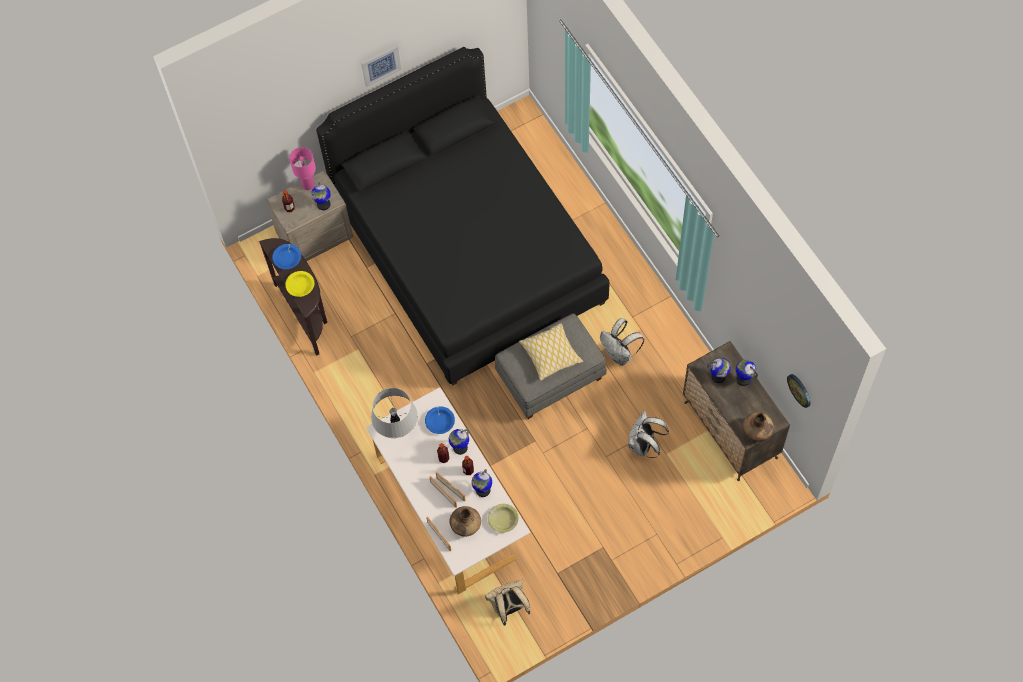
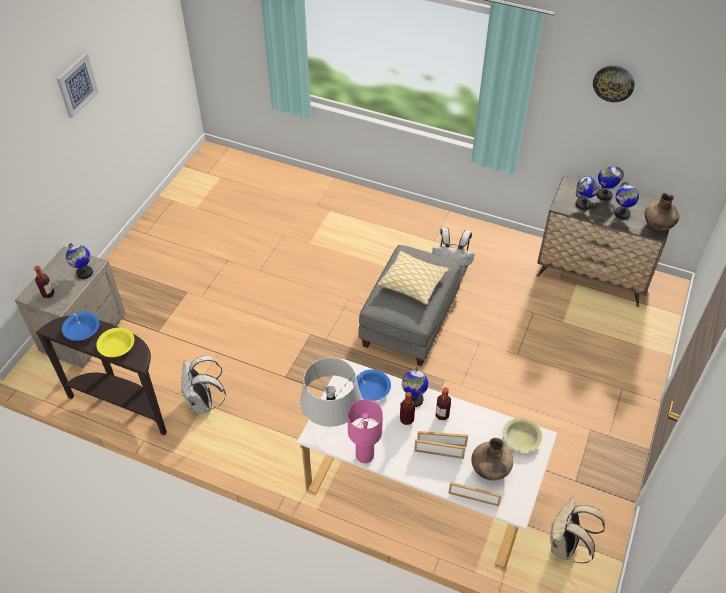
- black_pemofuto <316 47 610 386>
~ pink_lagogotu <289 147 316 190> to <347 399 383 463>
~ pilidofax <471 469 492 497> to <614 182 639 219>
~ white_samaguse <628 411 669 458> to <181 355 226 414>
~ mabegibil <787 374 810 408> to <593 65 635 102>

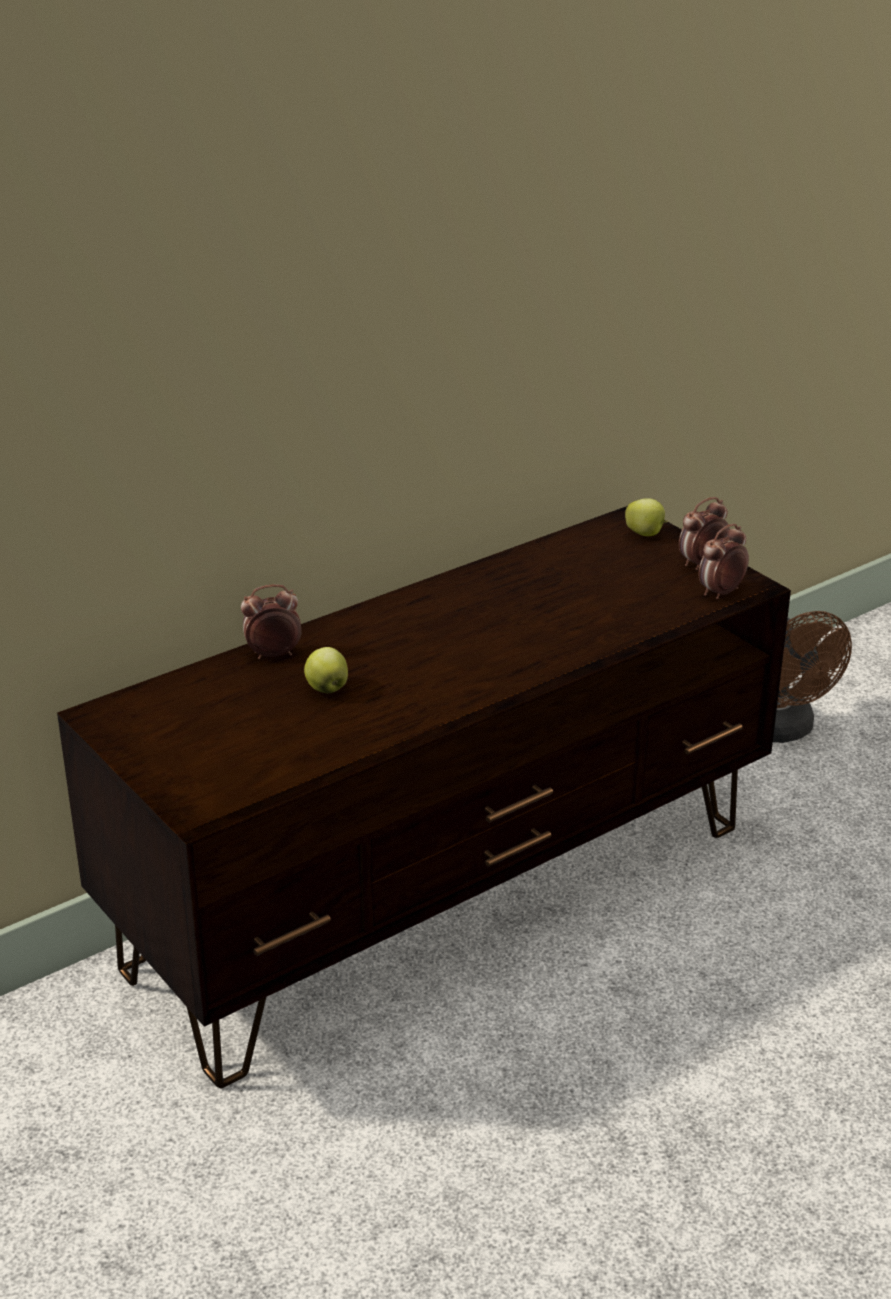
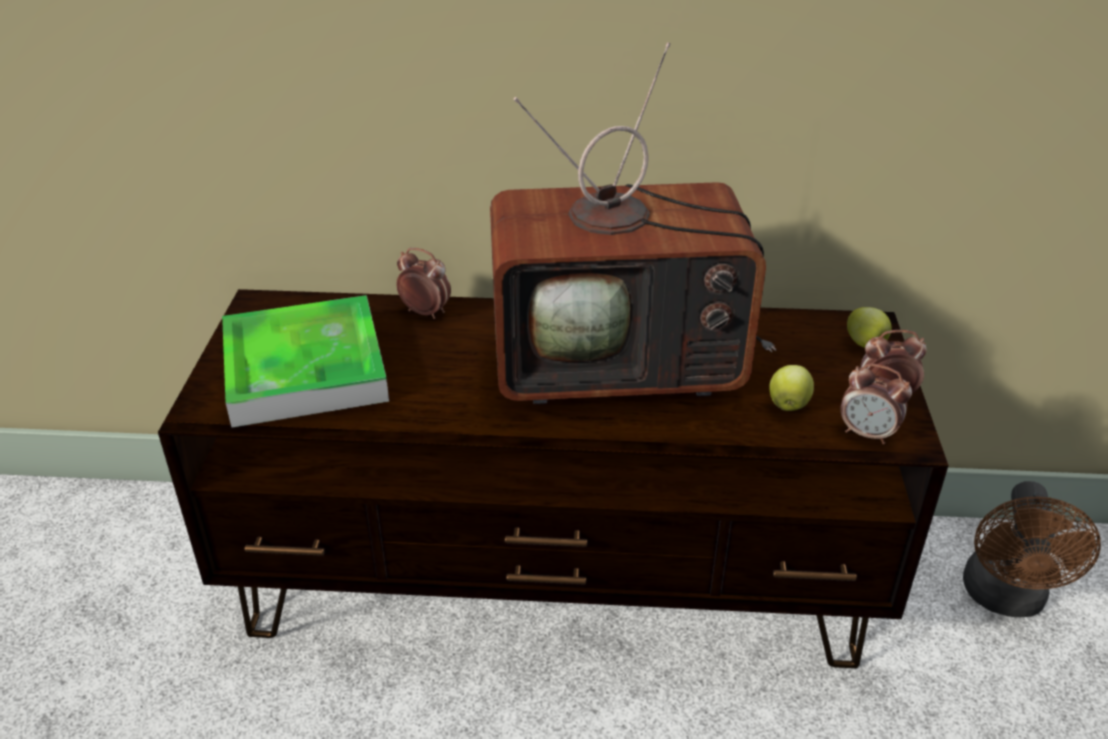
+ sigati <222 295 389 428>
+ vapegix <490 42 777 404>
~ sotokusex <304 647 348 693> to <769 365 814 411>
~ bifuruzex <698 524 749 599> = <841 364 912 444> 150 degrees counterclockwise

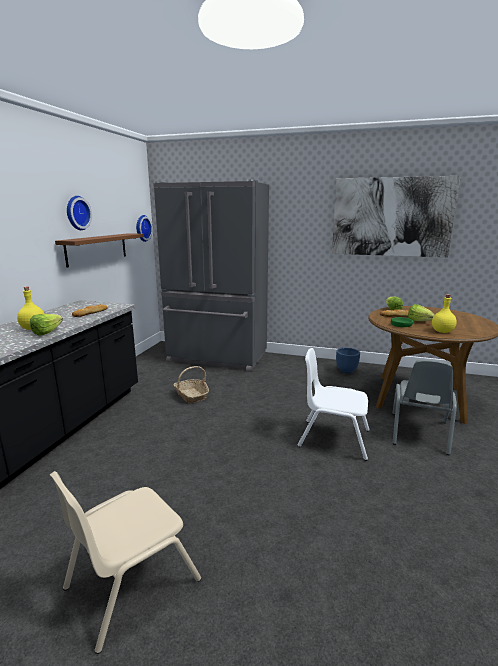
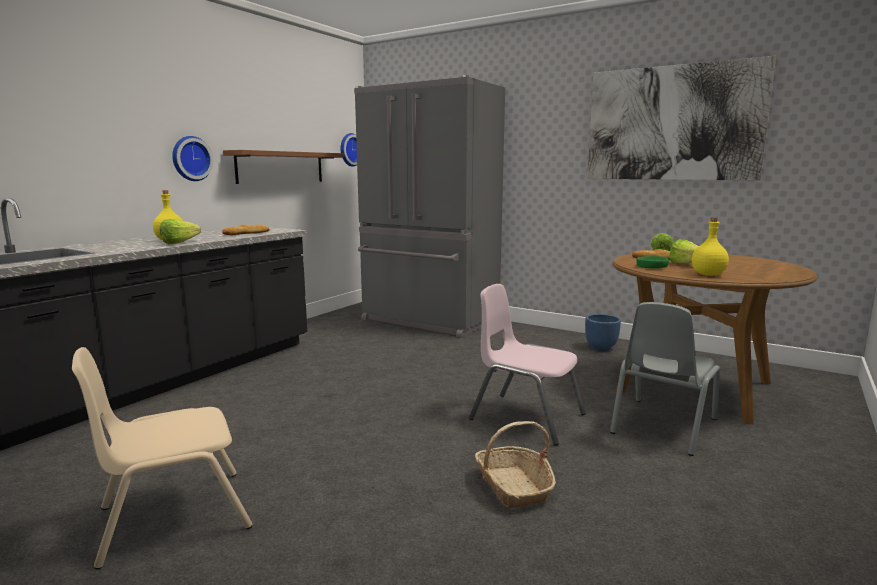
~ mabegibil <67 196 92 230> to <172 136 213 181>
~ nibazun <174 366 209 403> to <475 421 556 508>
~ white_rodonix <297 348 370 461> to pink_rodonix <469 284 586 446>

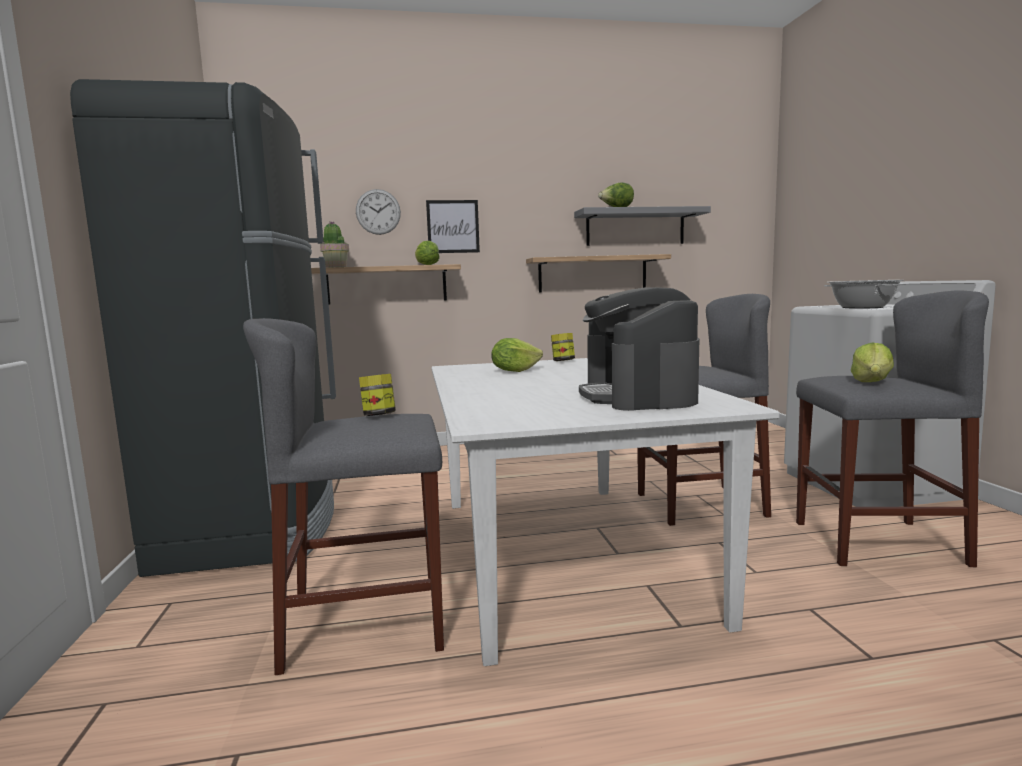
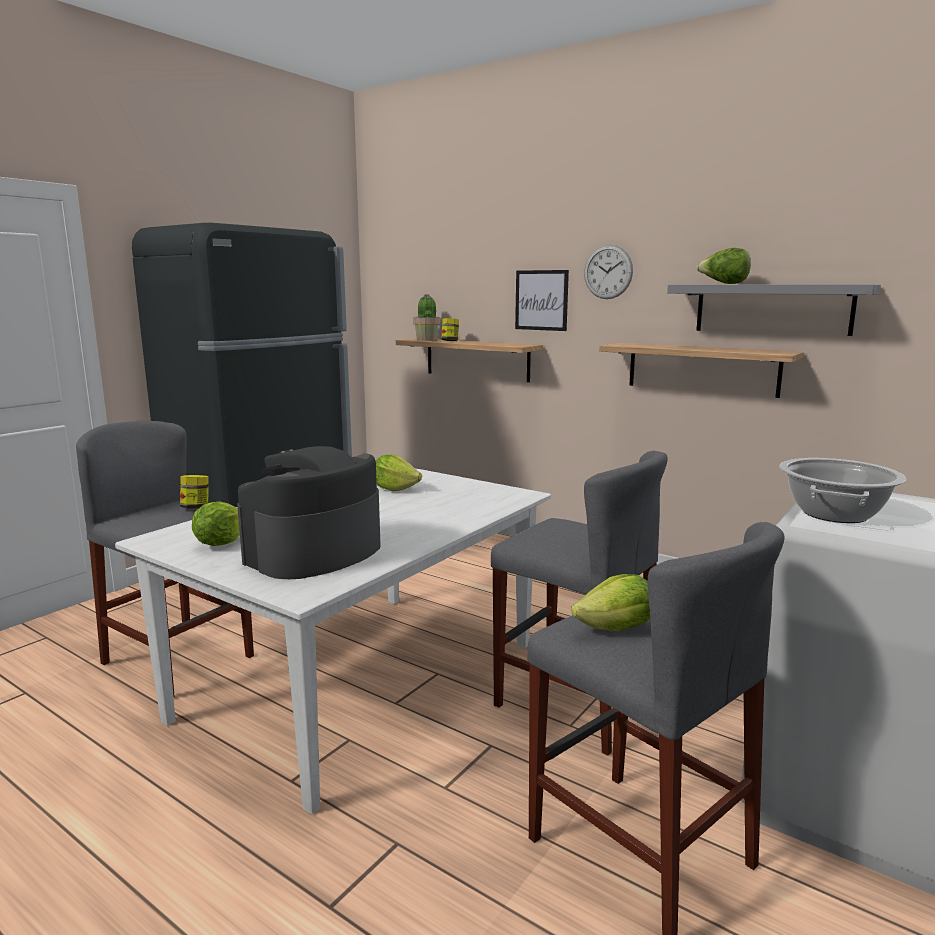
~ mabegibil <356 189 401 235> to <584 245 633 299>
~ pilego <415 241 440 265> to <192 501 240 546>
~ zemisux <551 333 575 361> to <441 318 459 341>

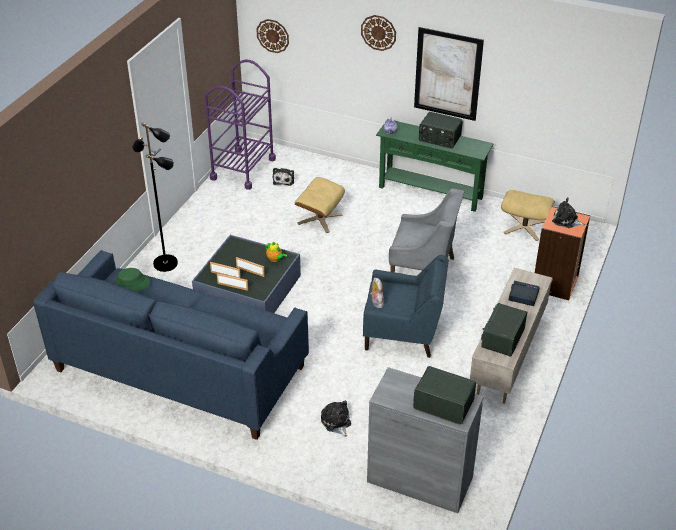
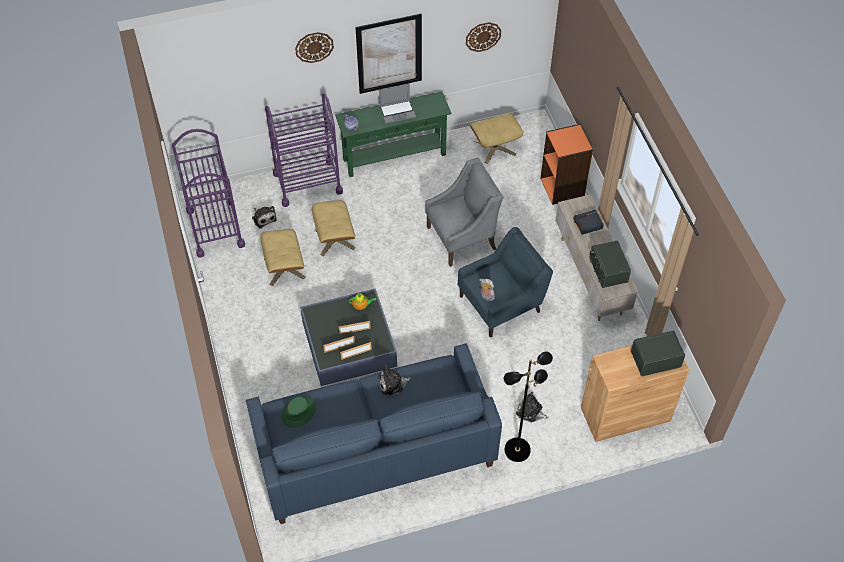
+ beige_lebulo <260 229 306 286>
+ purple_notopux <265 94 343 207>
~ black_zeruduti <132 123 178 272> to <504 351 553 462>
~ mabegibil <256 19 289 53> to <466 22 501 52>
~ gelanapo <552 198 586 228> to <379 365 411 396>
~ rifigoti <419 112 463 149> to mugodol <379 83 416 123>
~ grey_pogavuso <367 367 484 513> to brown_pogavuso <581 345 689 442>

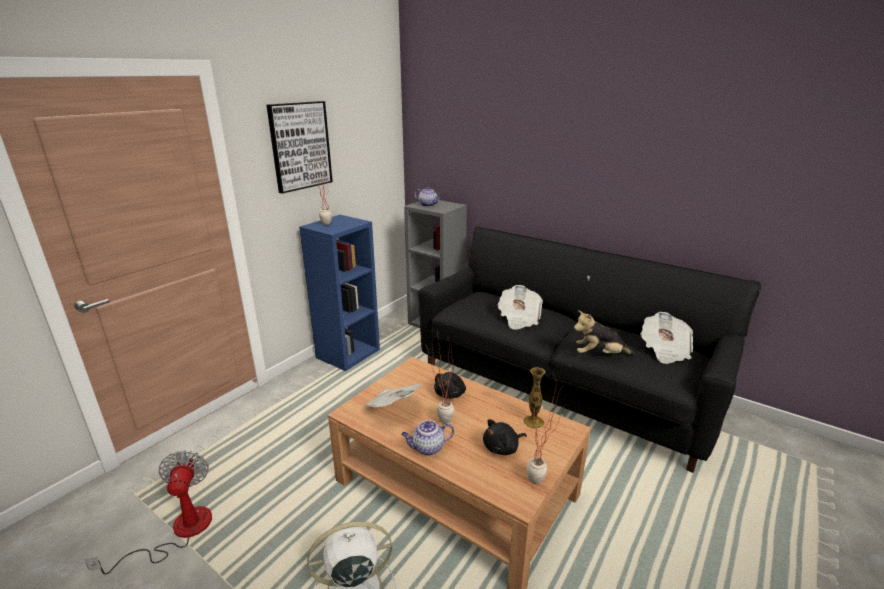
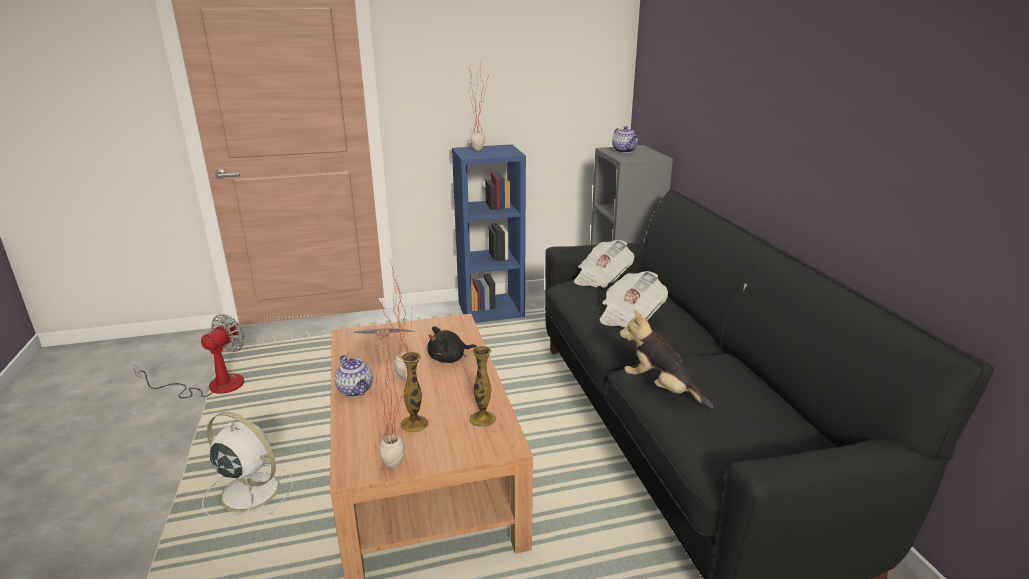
- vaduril <266 101 333 194>
~ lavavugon <641 312 693 364> to <574 240 634 288>
~ black_gelanapo <483 419 527 455> to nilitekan <400 352 428 433>
~ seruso <401 420 454 456> = <334 355 373 397> 150 degrees counterclockwise

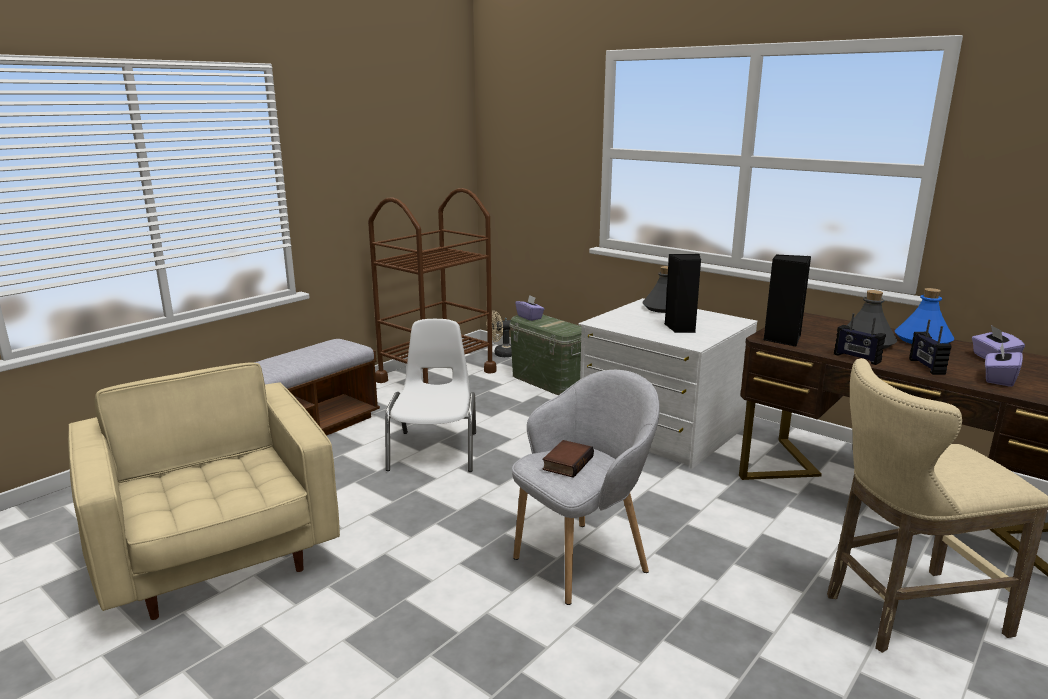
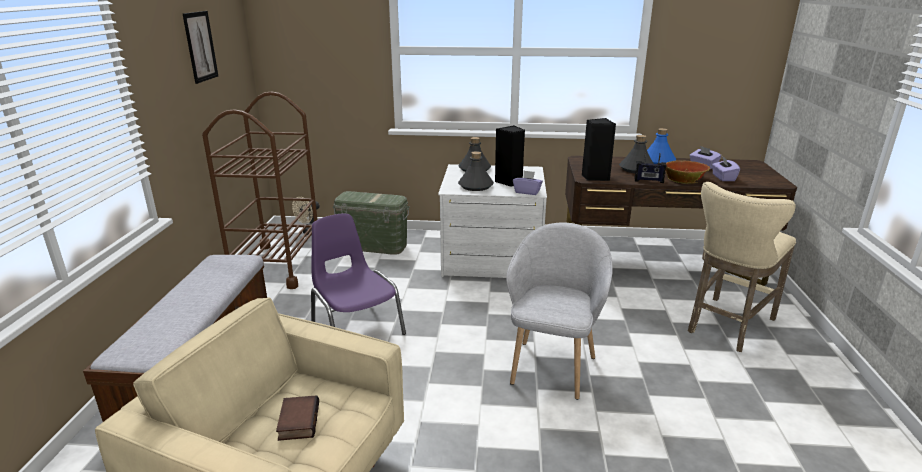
+ vaduril <183 11 218 84>
+ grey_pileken <458 151 494 191>
~ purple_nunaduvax <515 295 545 321> to <513 171 543 195>
~ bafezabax <542 440 594 478> to <276 395 319 441>
~ rifigoti <909 320 952 375> to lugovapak <666 160 710 184>
~ white_rodonix <385 319 476 472> to purple_rodonix <311 213 406 335>

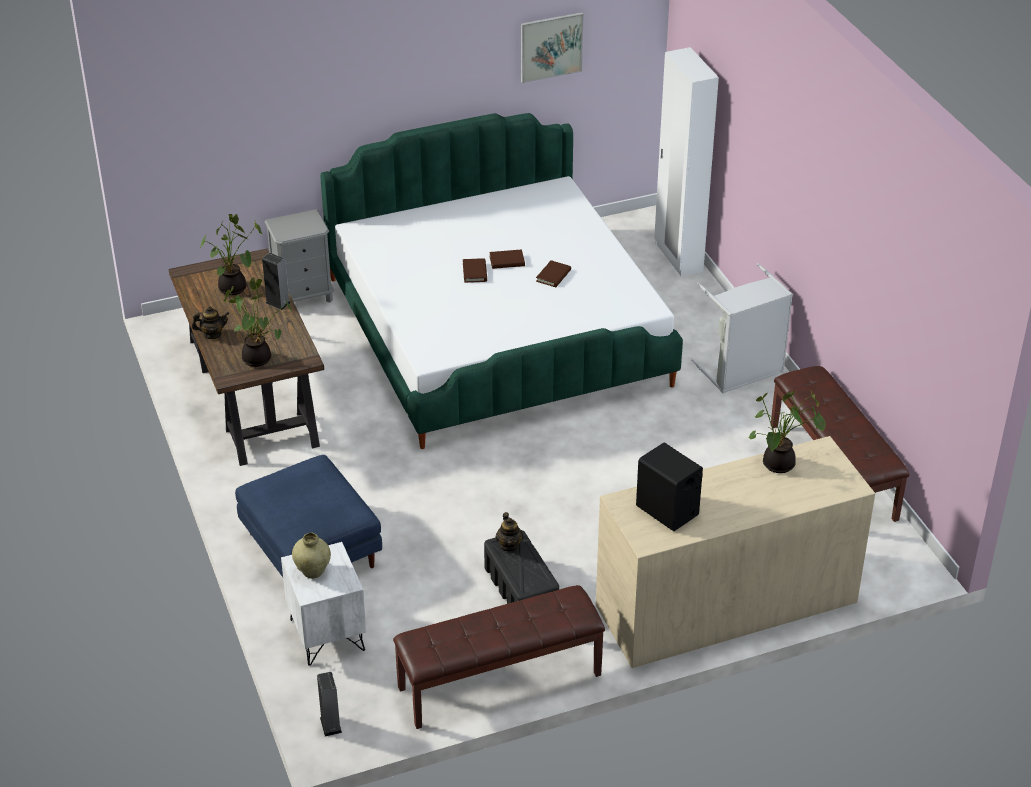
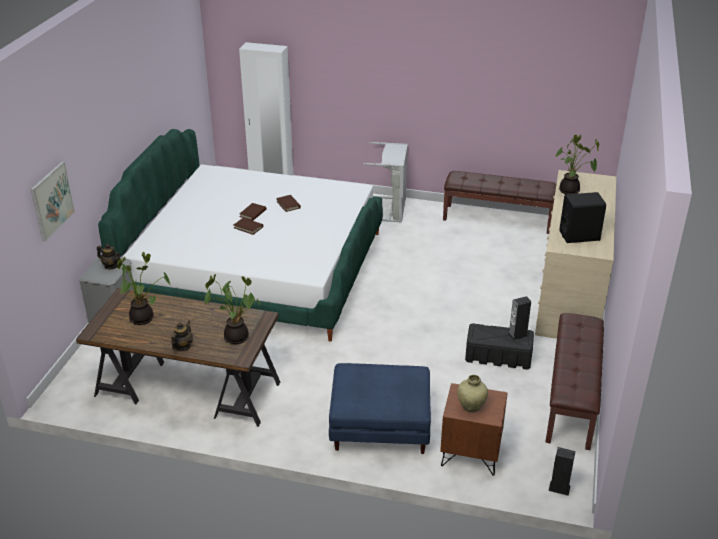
~ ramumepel <262 253 291 310> to <508 296 531 340>
~ seruso <496 512 524 552> to <97 244 121 270>
~ vaduril <521 12 584 83> to <31 162 75 242>
~ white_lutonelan <281 542 366 666> to brown_lutonelan <440 383 508 476>

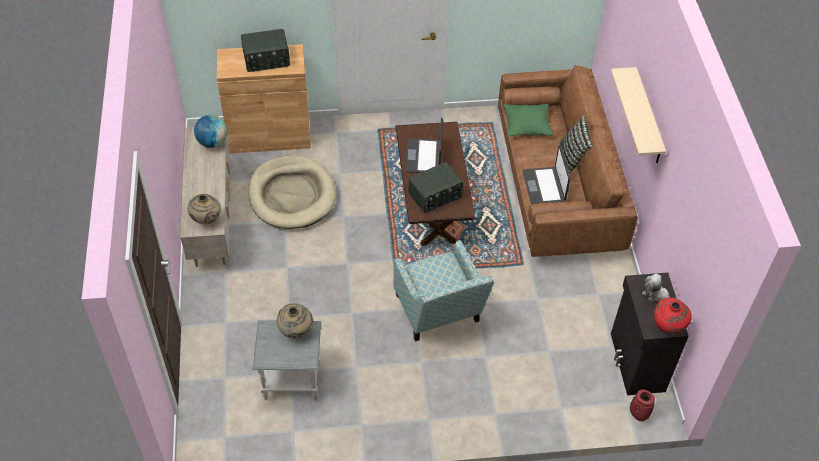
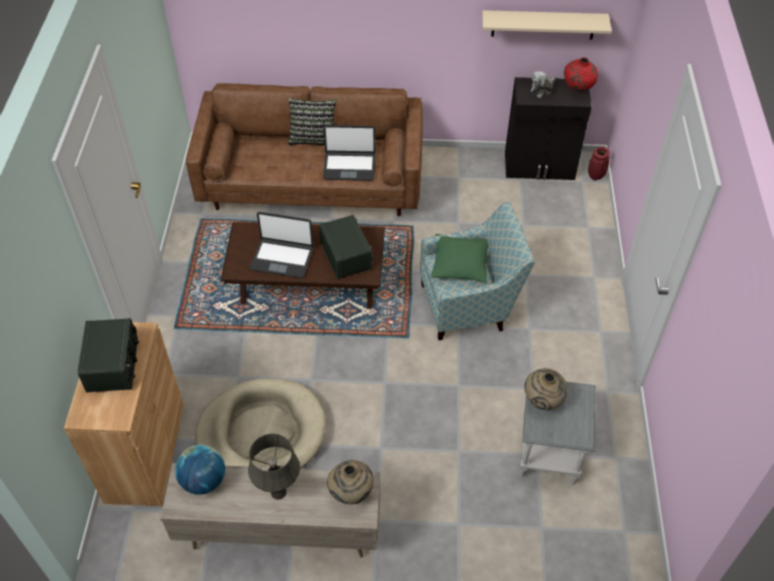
+ grey_lagogotu <248 433 300 500>
~ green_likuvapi <504 104 553 136> to <431 234 489 283>
~ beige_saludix <611 67 666 163> to <482 10 612 39>

